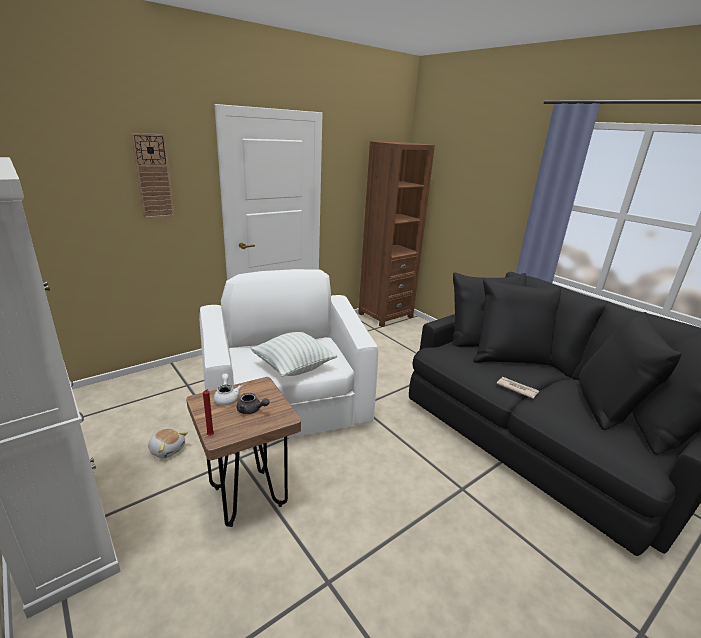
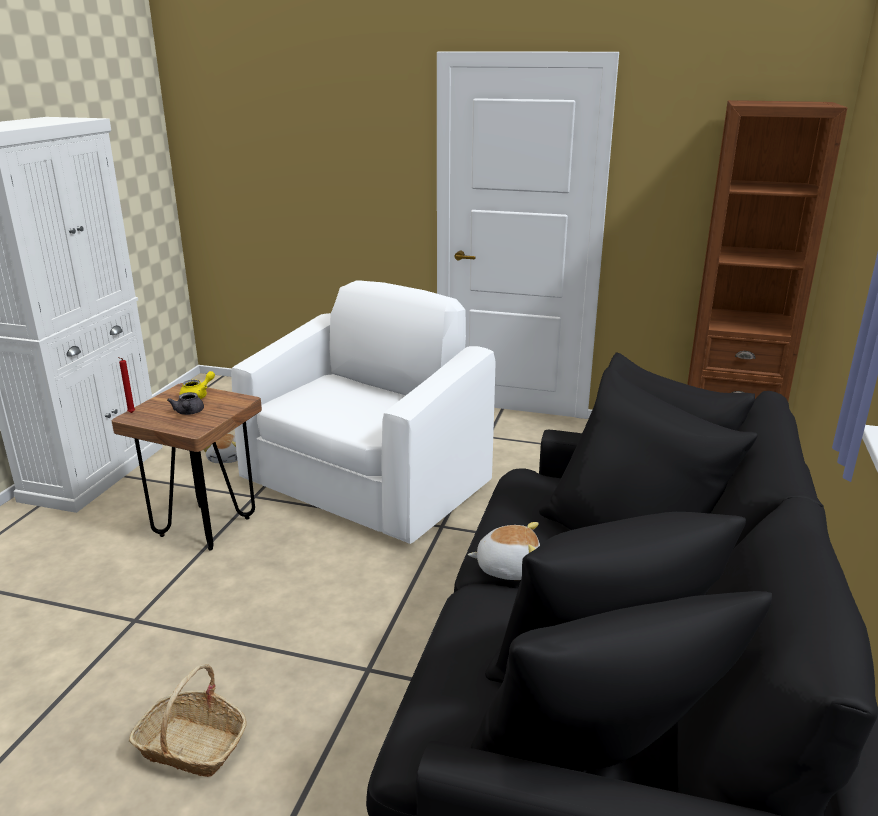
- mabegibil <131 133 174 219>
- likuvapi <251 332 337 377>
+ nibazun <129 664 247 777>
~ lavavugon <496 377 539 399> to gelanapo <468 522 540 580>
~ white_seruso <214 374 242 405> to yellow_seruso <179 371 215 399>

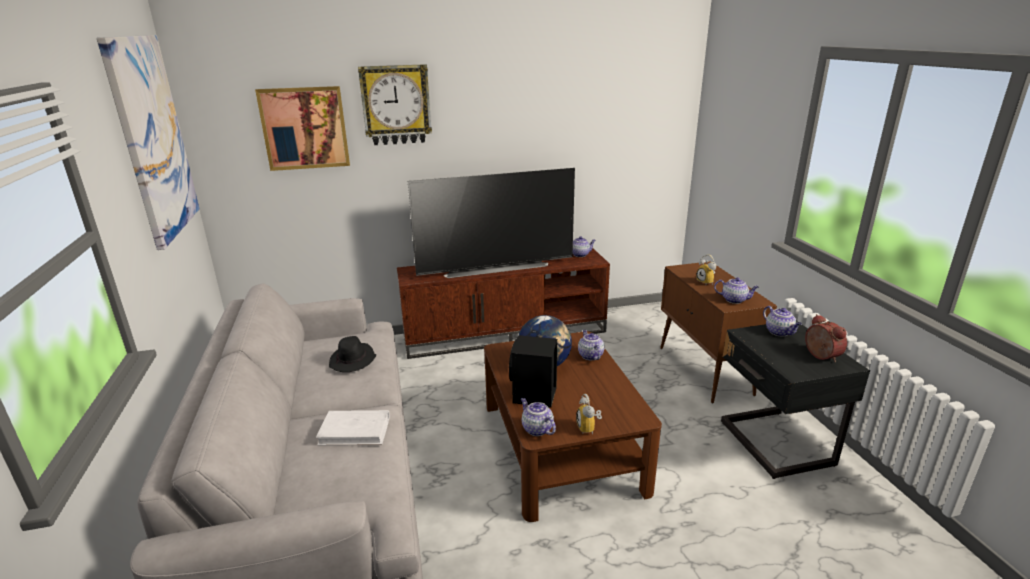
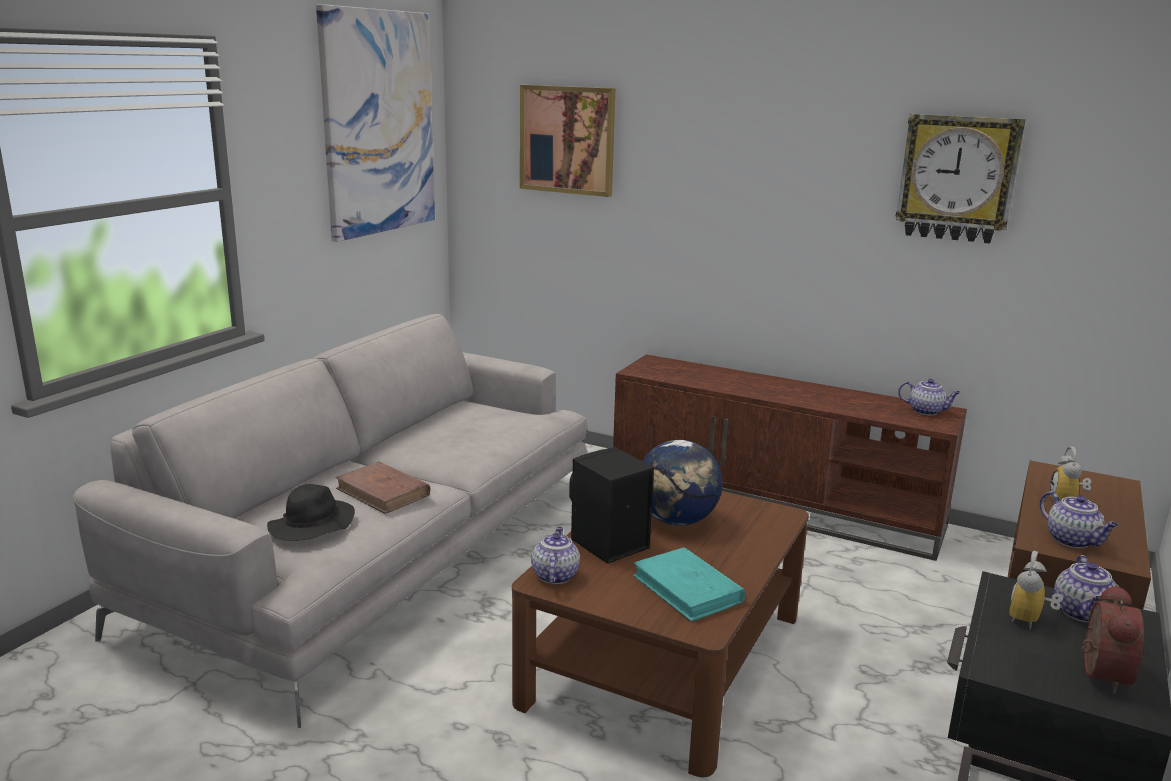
- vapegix <408 168 575 278>
- seruso <578 330 605 360>
+ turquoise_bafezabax <633 547 746 622>
~ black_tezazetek <329 336 376 372> to <267 484 355 541>
~ mabegibil <358 64 432 145> to <895 114 1026 244>
~ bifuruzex <576 394 602 434> to <1009 551 1063 630>
~ white_bafezabax <316 410 390 446> to brown_bafezabax <335 462 430 514>

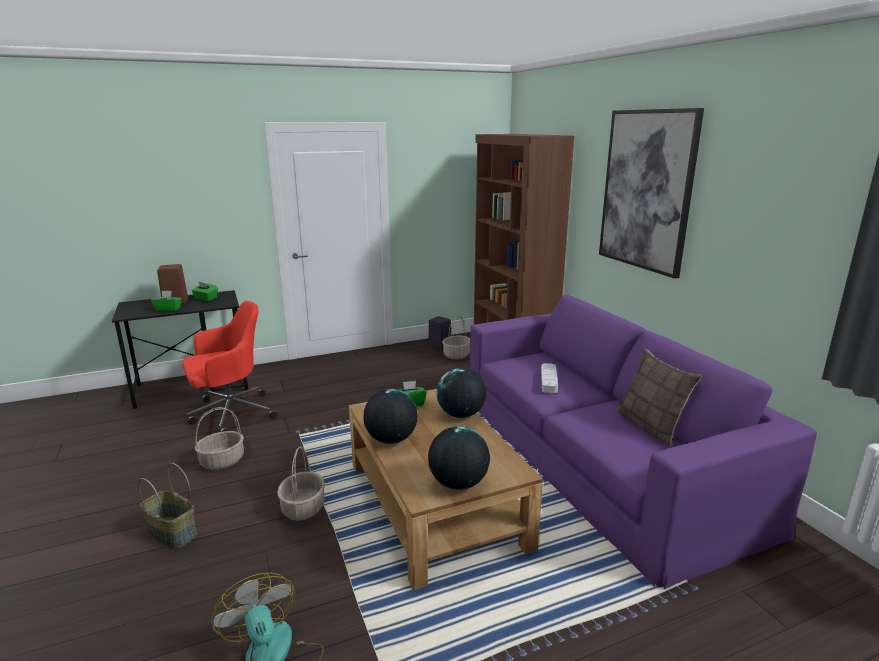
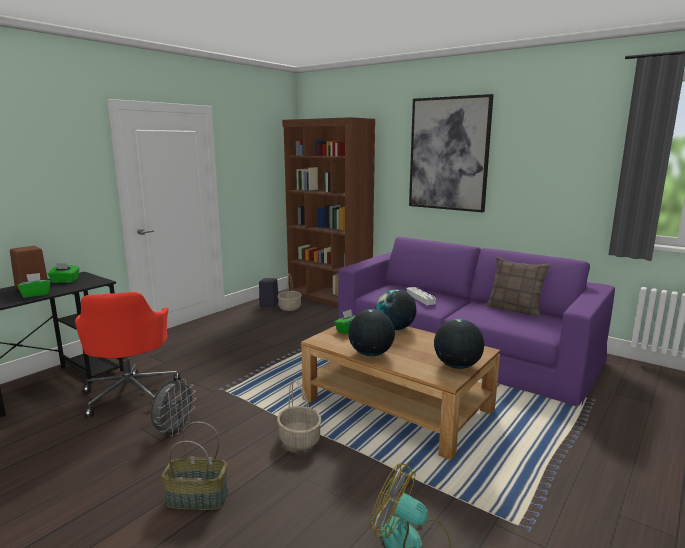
~ nibazun <195 407 244 470> to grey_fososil <150 379 196 436>
~ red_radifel <183 301 277 432> = <75 292 181 418> 135 degrees clockwise

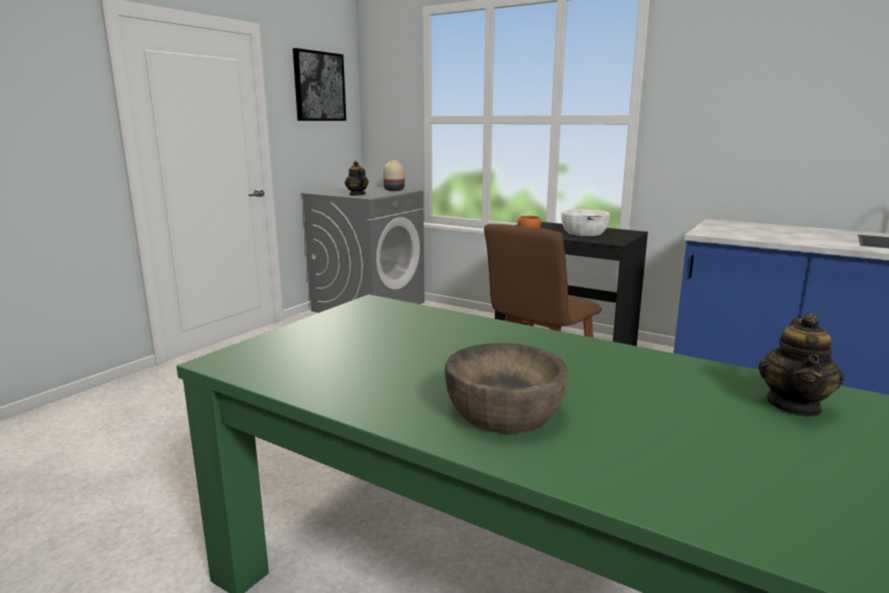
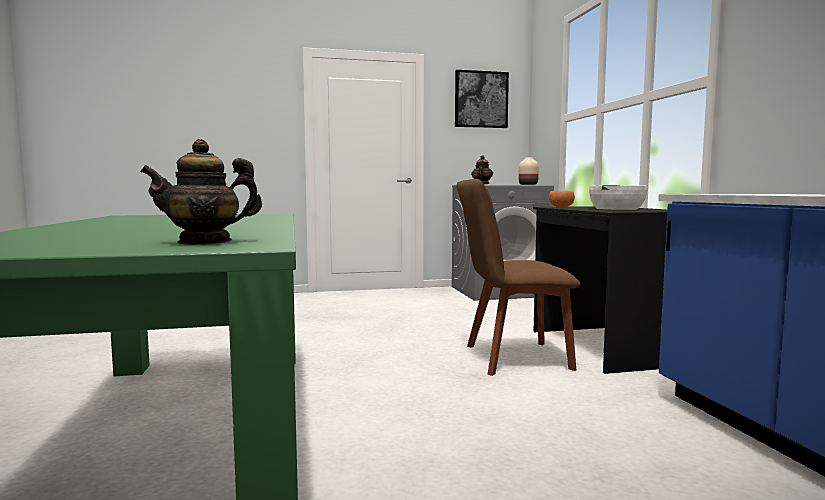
- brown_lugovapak <445 343 568 434>

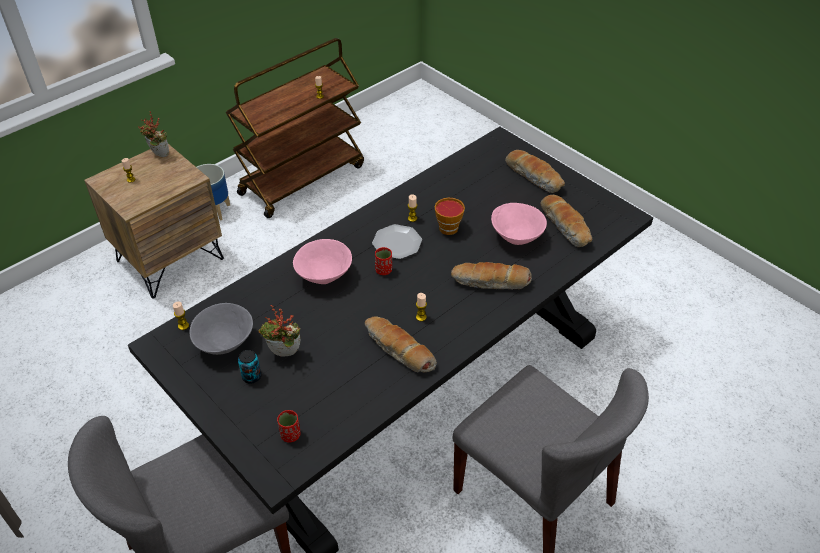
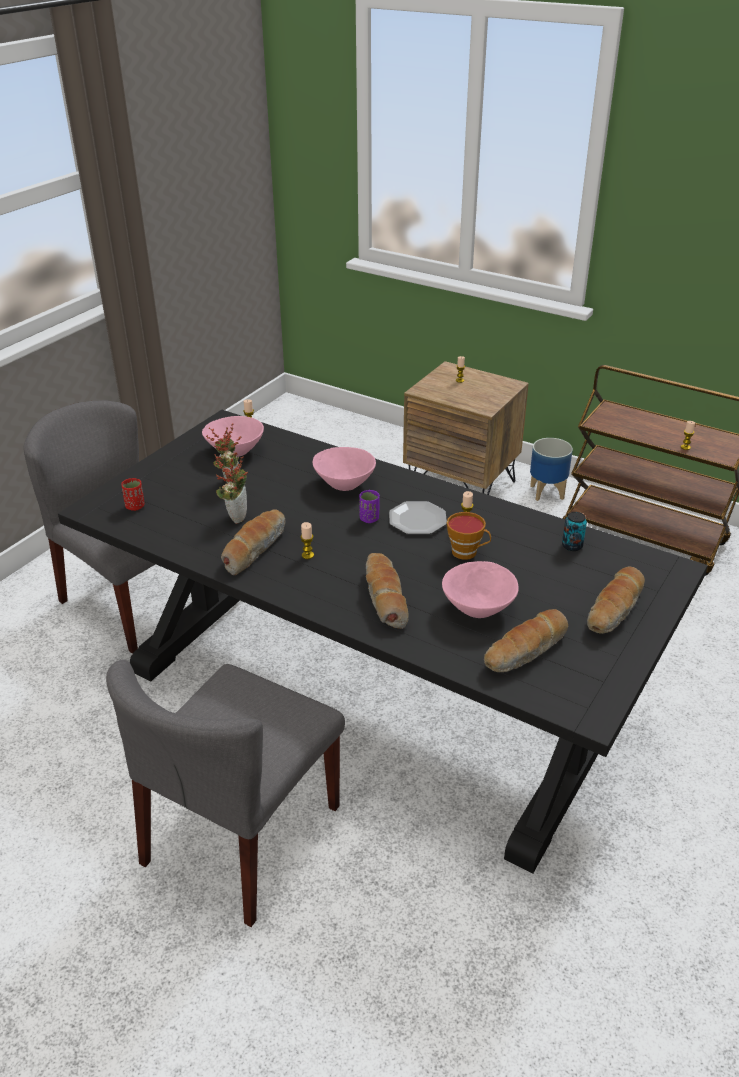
~ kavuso <138 111 169 157> to <214 454 248 524>
~ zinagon <238 350 261 384> to <562 512 587 551>
~ grey_lugovapak <190 303 253 355> to pink_lugovapak <202 416 264 457>
~ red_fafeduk <375 247 392 275> to purple_fafeduk <359 490 380 523>

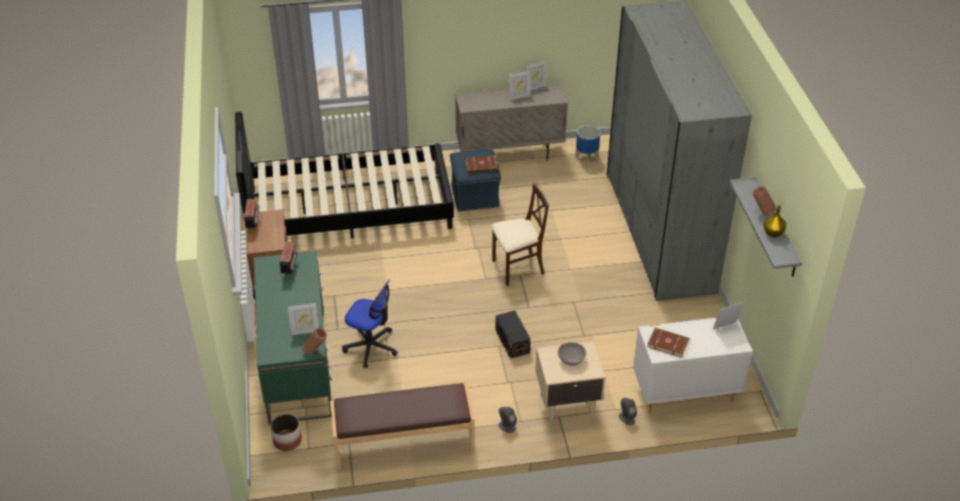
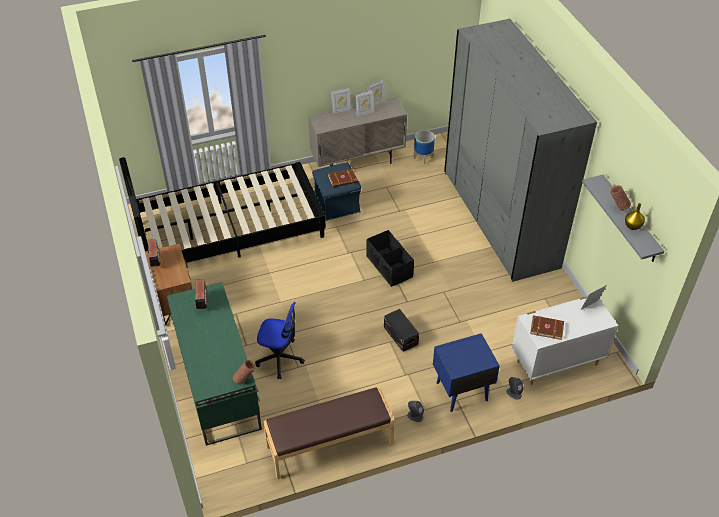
- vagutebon <270 414 302 451>
- grey_lugovapak <558 342 586 366>
~ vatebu <288 303 319 335> to <331 88 351 114>
~ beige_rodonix <491 183 549 286> to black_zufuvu <366 230 414 287>
~ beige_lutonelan <535 341 605 428> to blue_lutonelan <433 333 500 412>

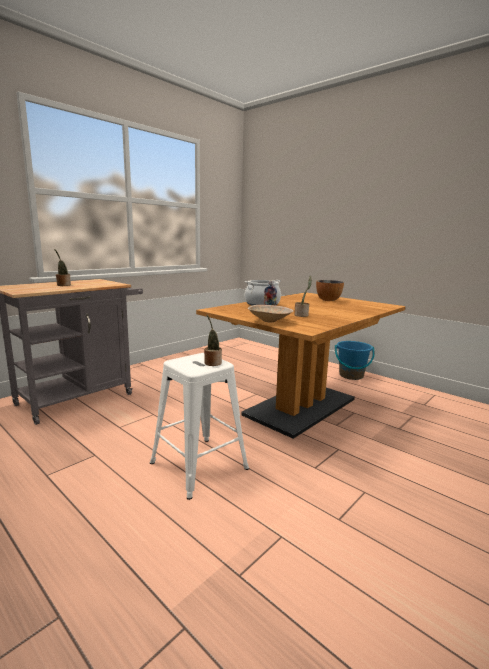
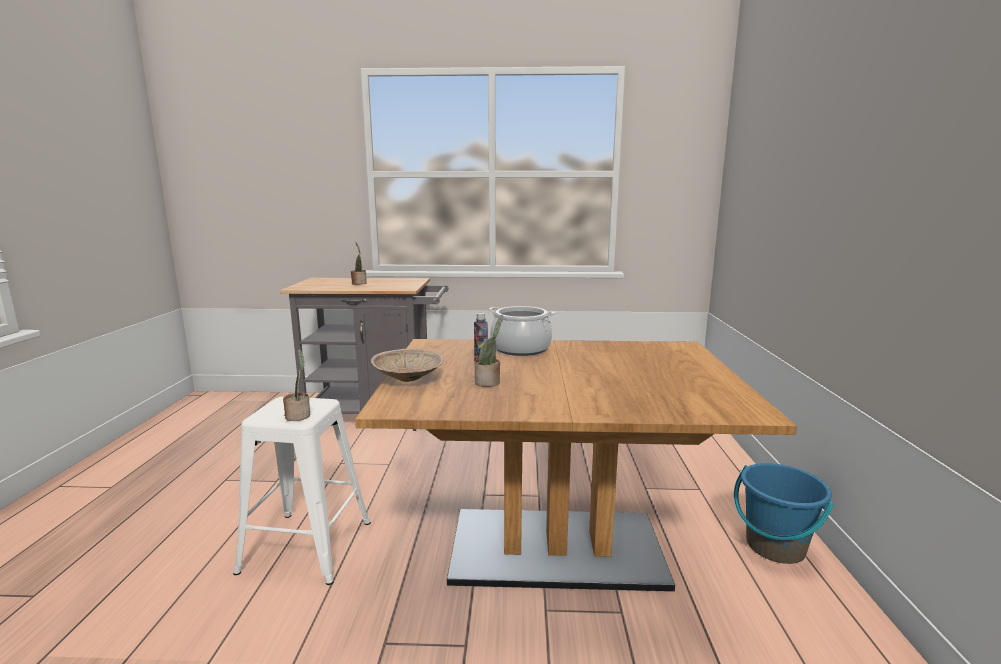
- lugovapak <316 280 344 301>

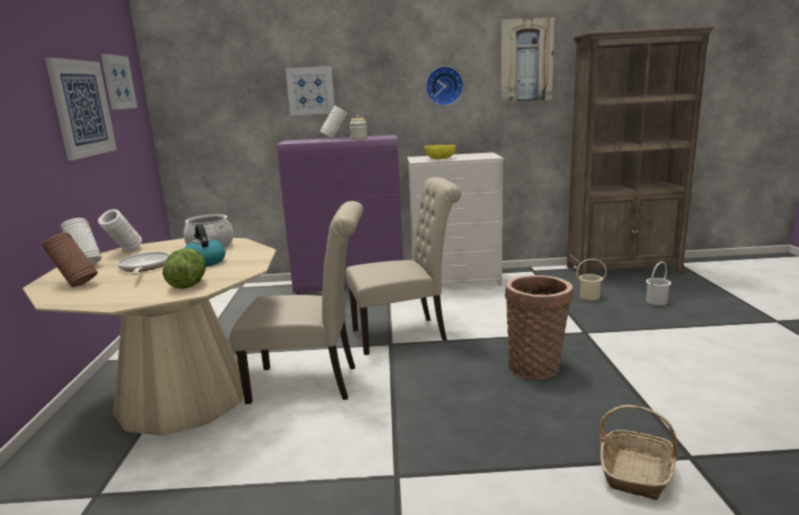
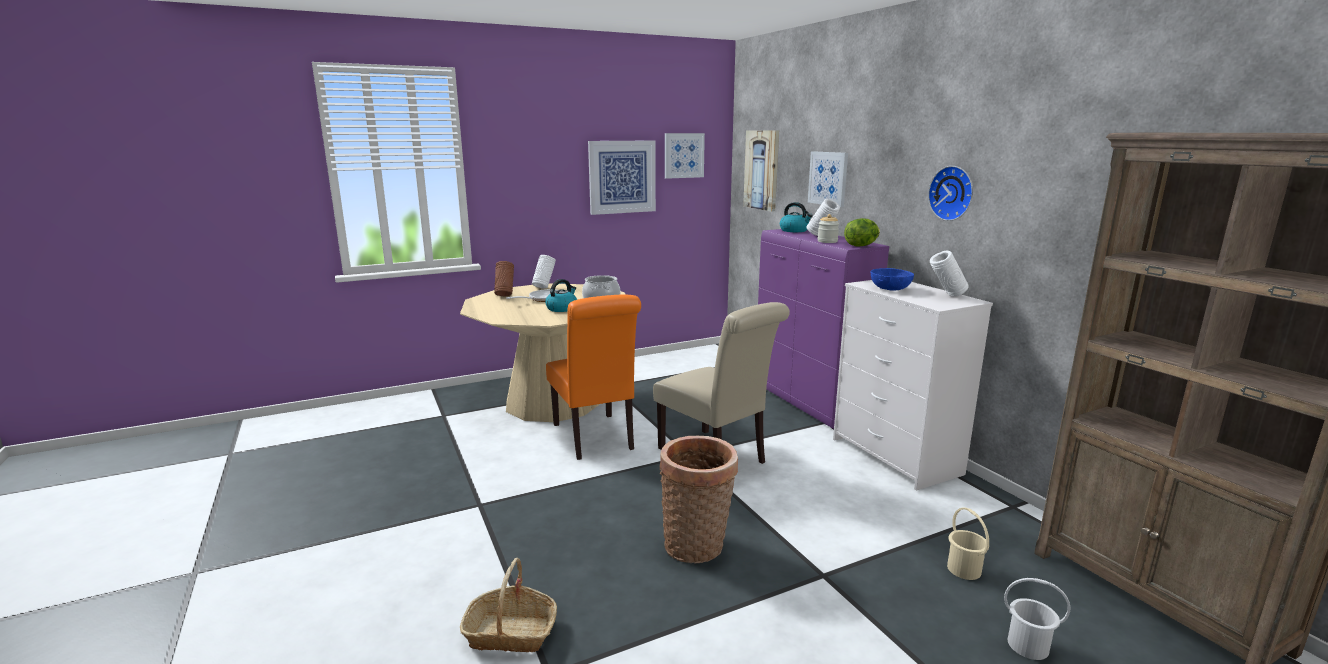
+ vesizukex <780 202 813 232>
~ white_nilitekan <98 209 142 251> to <930 251 969 297>
~ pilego <163 248 206 289> to <844 218 880 247>
~ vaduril <501 17 555 102> to <743 131 779 212>
~ beige_rodonix <230 201 363 404> to orange_rodonix <546 294 641 460>
~ yellow_lugovapak <424 145 456 159> to blue_lugovapak <871 268 914 291>

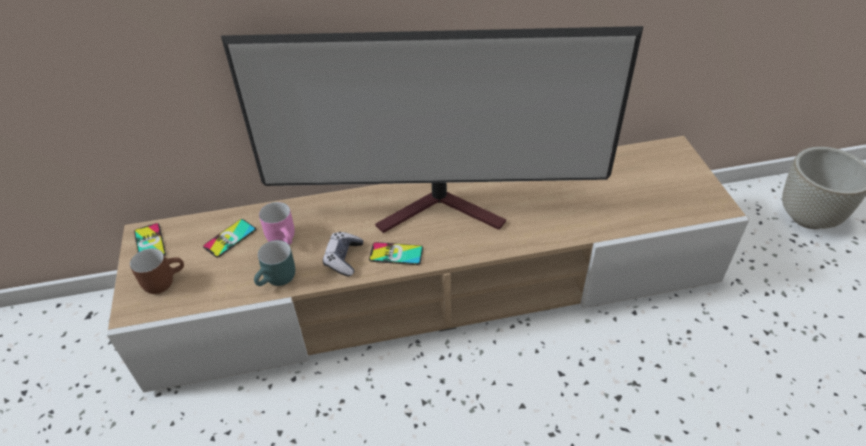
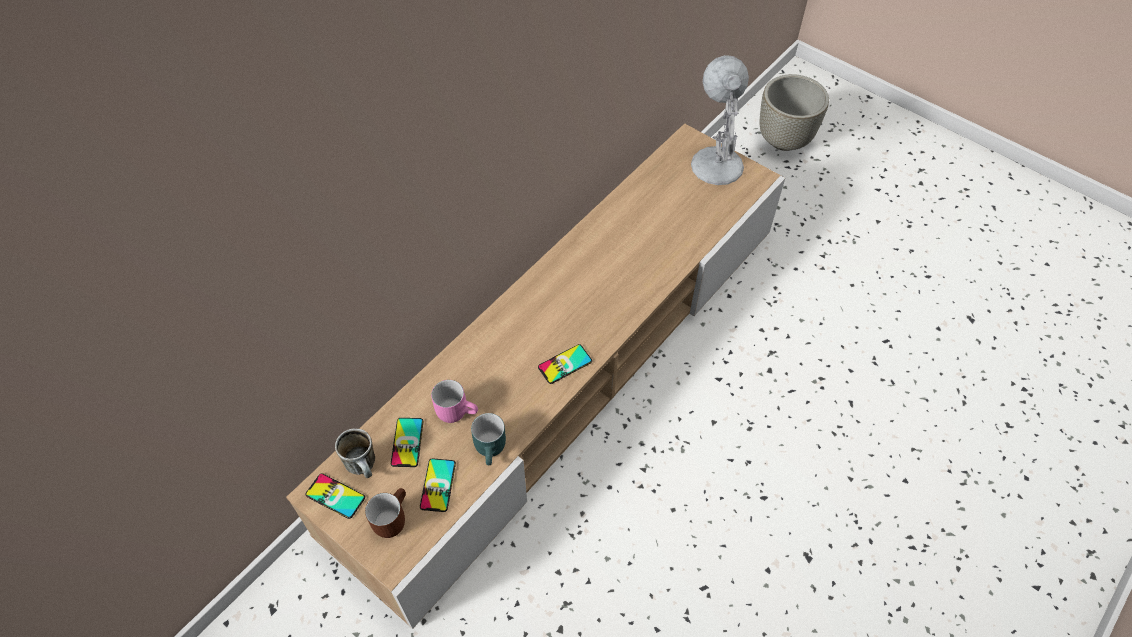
- vapegix <221 26 644 233>
- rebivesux <323 232 363 276>
+ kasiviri <335 428 375 478>
+ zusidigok <420 458 456 512>
+ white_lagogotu <691 55 749 185>

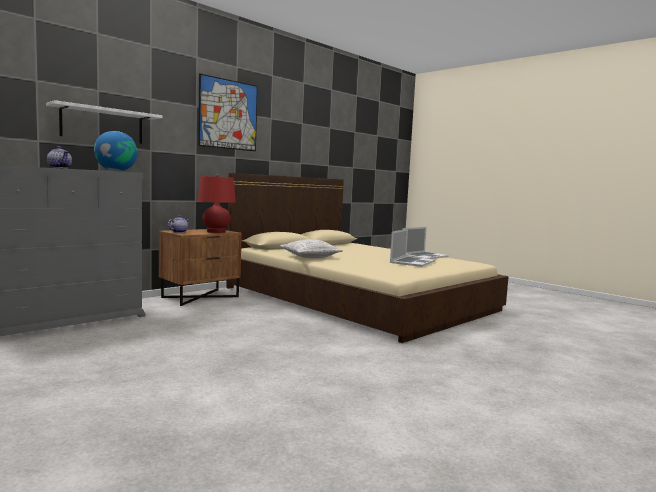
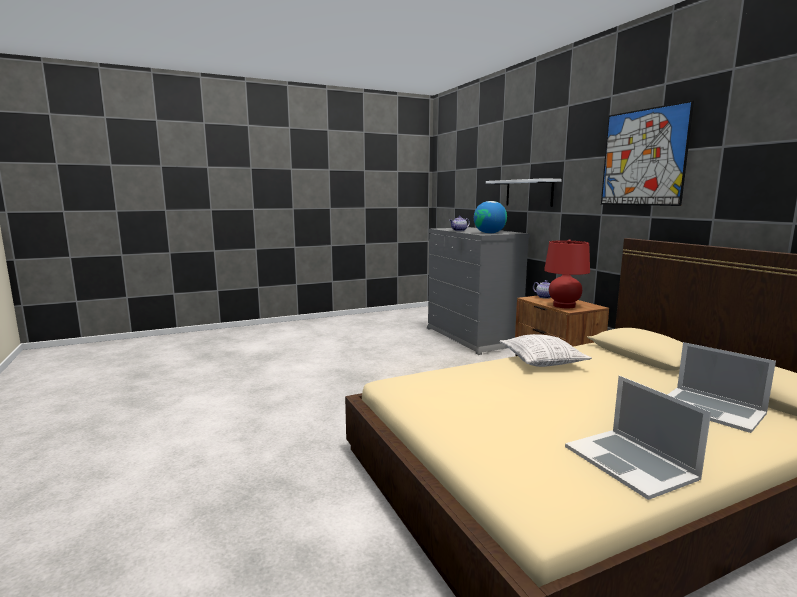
~ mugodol <390 229 435 267> to <667 342 776 433>

